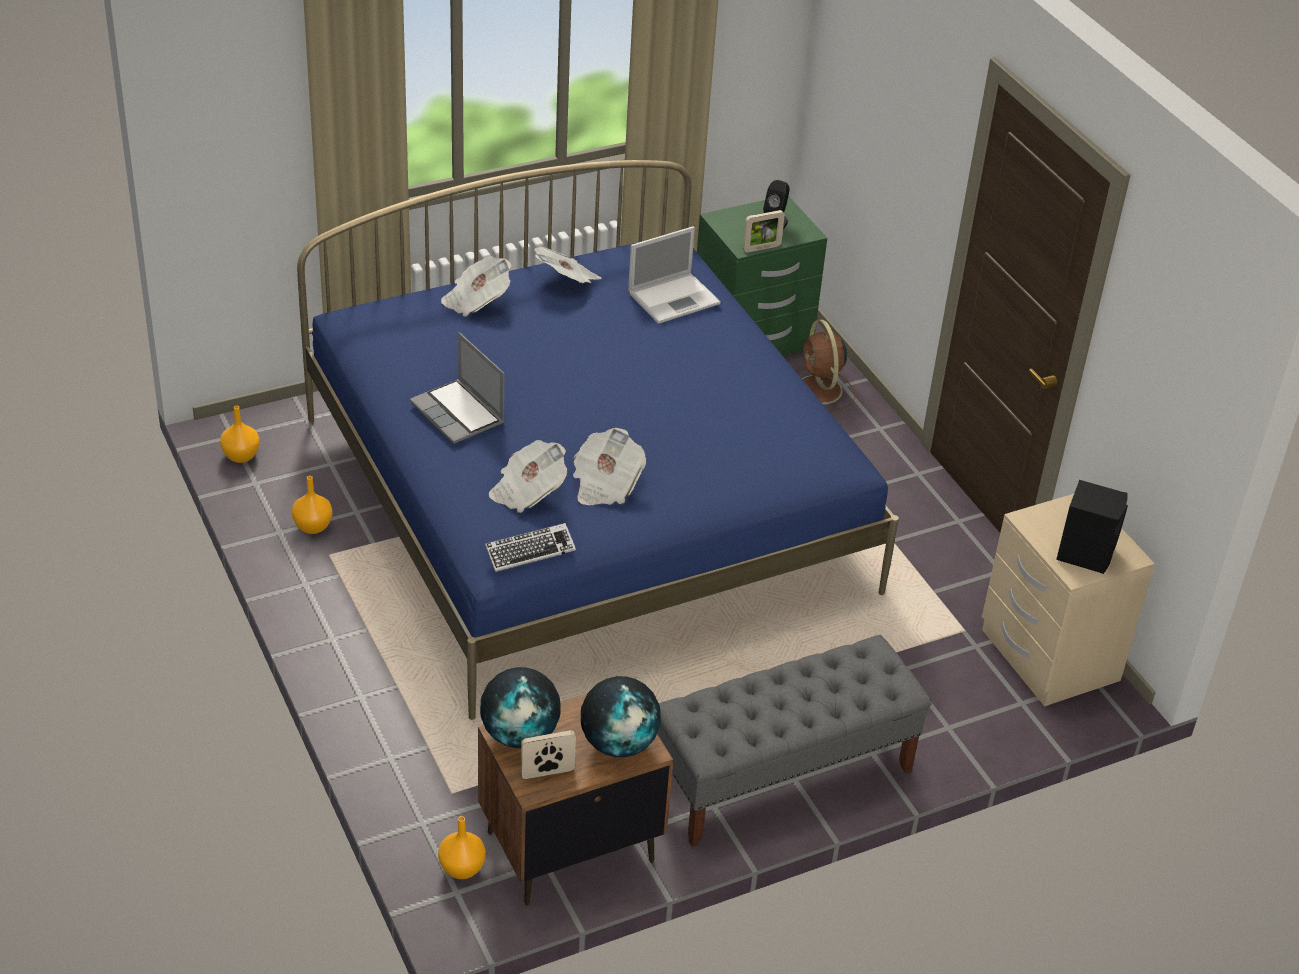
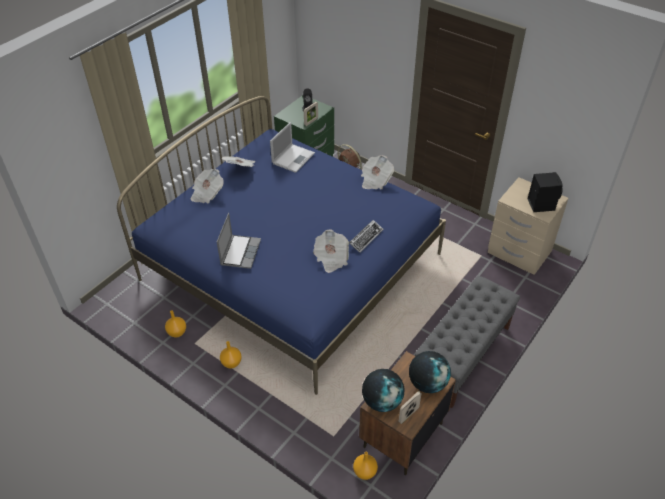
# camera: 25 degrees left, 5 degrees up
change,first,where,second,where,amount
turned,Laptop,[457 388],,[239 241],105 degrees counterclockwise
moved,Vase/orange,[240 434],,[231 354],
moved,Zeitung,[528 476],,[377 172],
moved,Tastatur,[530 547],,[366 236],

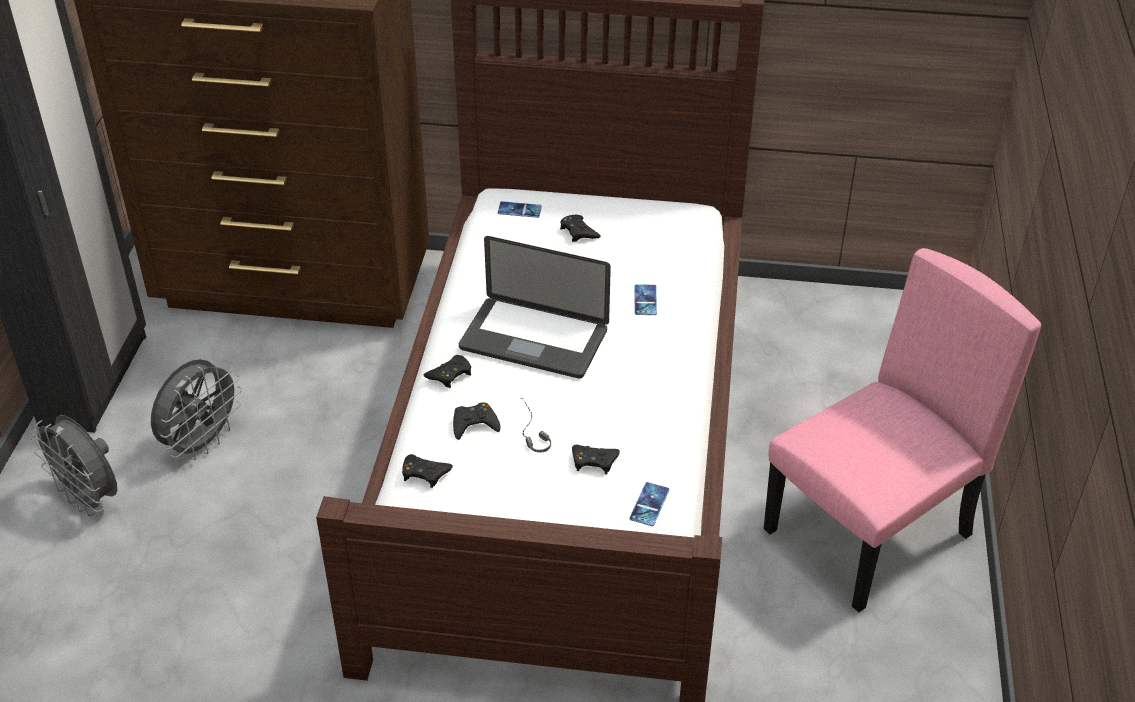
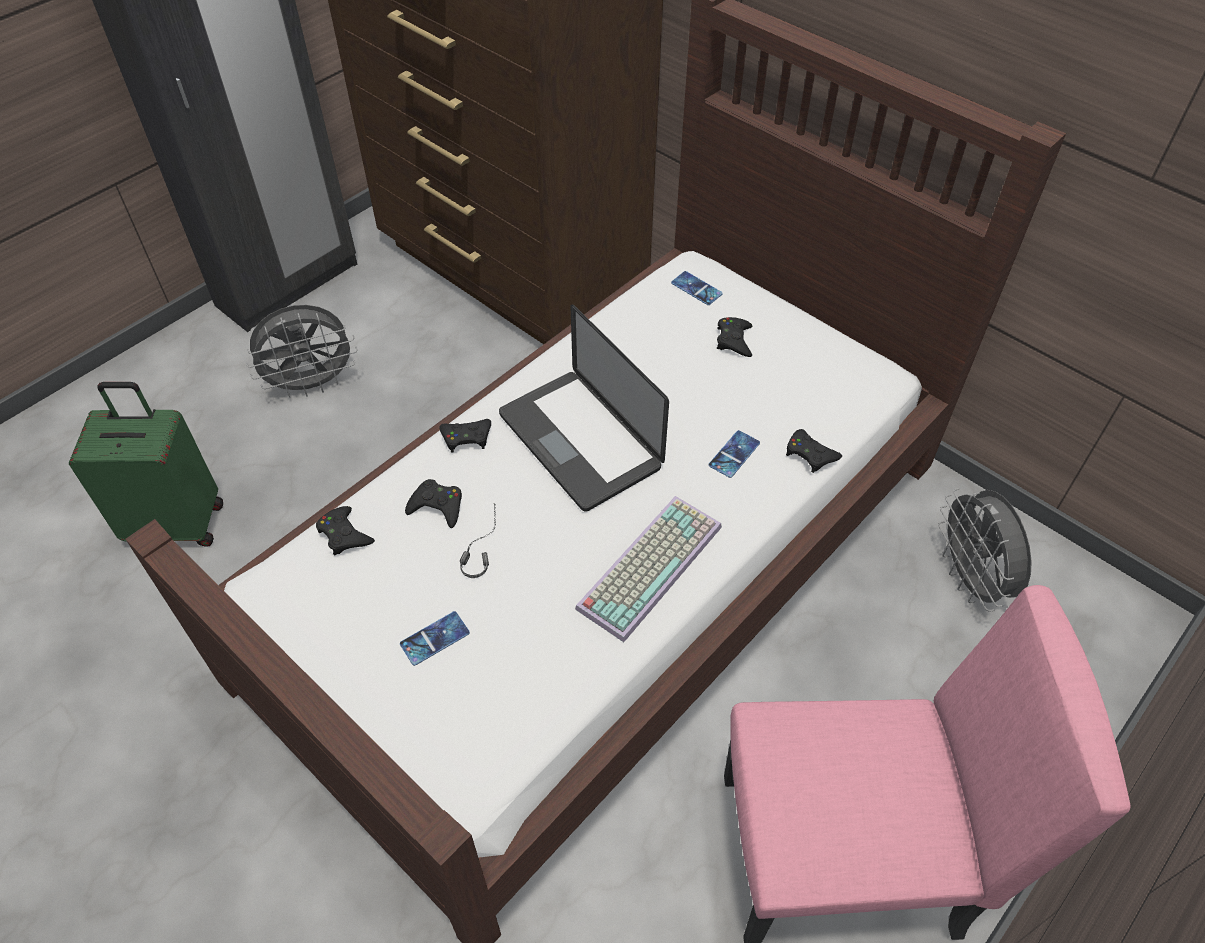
# camera: 35 degrees right, 10 degrees up
change,first,where,second,where,amount
moved,Ventilator/grau,[73 465],,[985 549],
moved,Gamepad/schwarz,[596 459],,[814 451],
moved,Handy,[649 504],,[435 638],
added,,,Koffer/grün,[146 464],
added,,,Tastatur,[648 569],

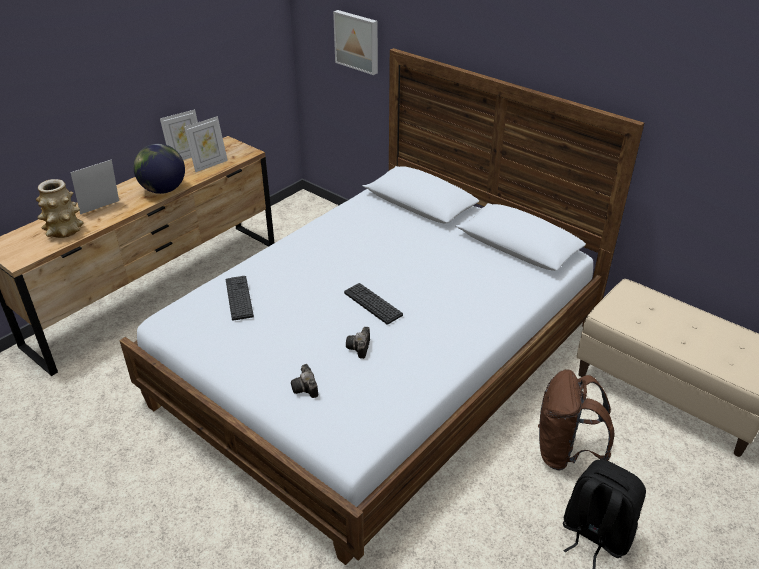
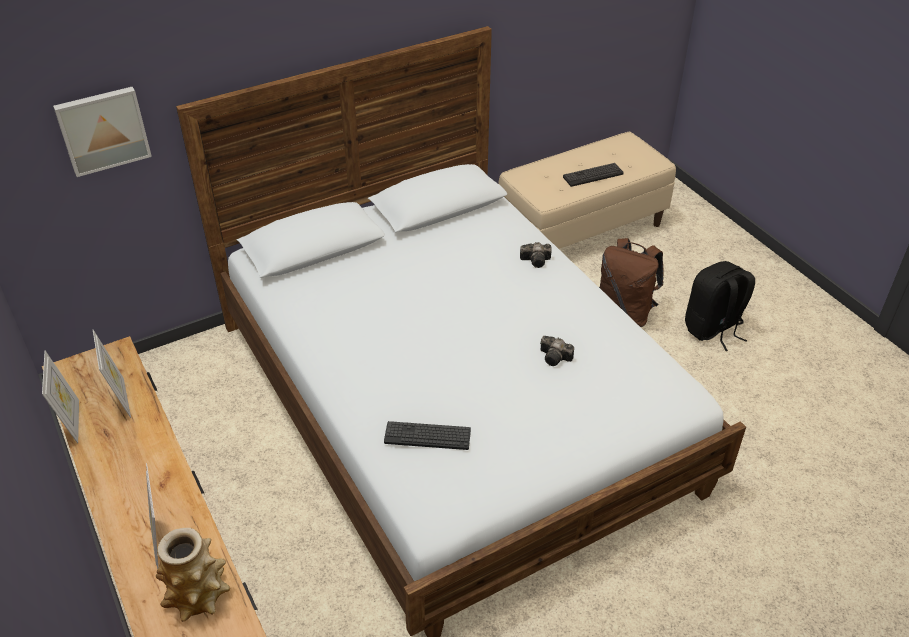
# camera: 70 degrees left, 5 degrees up
change,first,where,second,where,amount
removed,Globus,[159 169],,,
moved,Tastatur,[373 304],,[593 175],
moved,Kamera,[304 381],,[536 255],

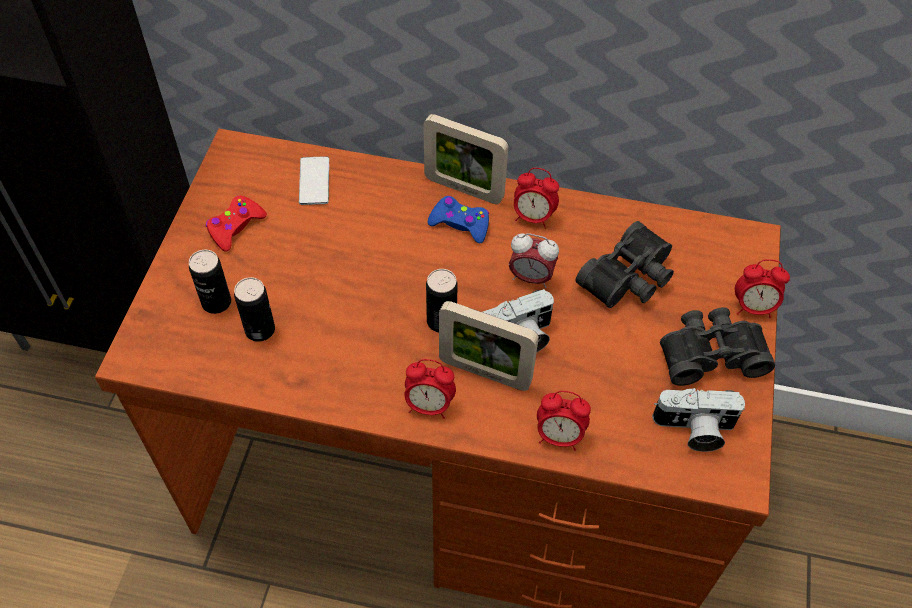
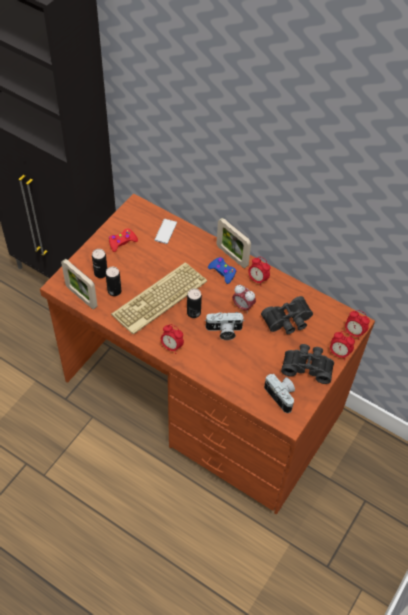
# camera: 20 degrees right, 0 degrees up
change,first,where,second,where,amount
moved,Bilderrahmen,[489 346],,[79 284],
turned,Kamera,[698 420],,[279 393],150 degrees counterclockwise
moved,Wecker,[564 421],,[357 325],
added,,,Tastatur,[159 298],

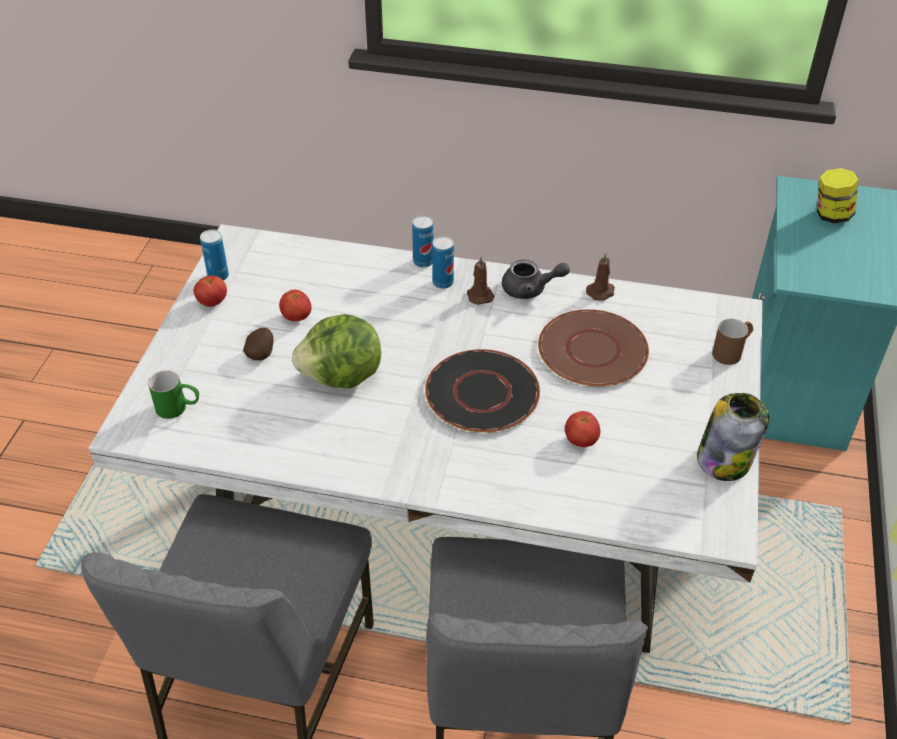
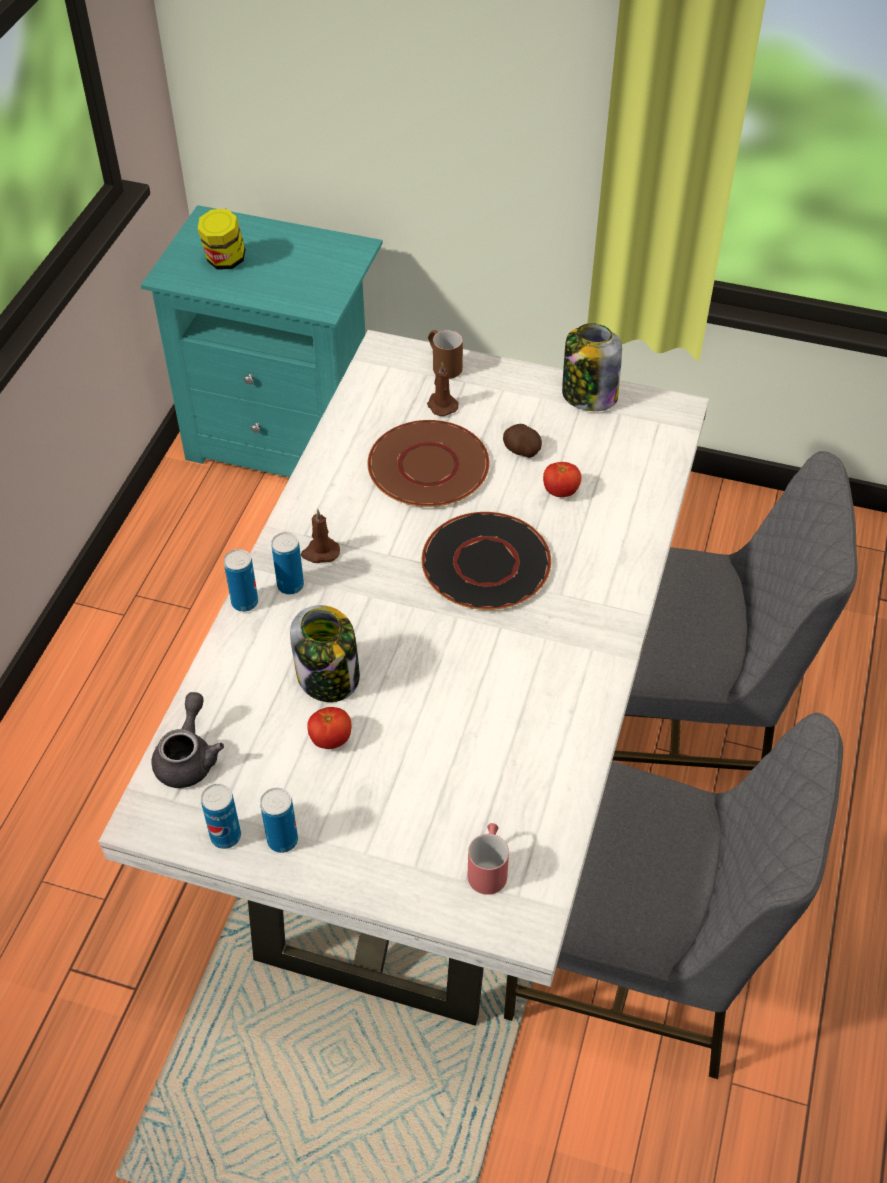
# camera: 85 degrees left, 5 degrees up
change,first,where,second,where,amount
moved,Kerze/braun,[600 277],,[443 389],
moved,Teekanne/grau,[536 279],,[188 740],
replaced,Tomate,[210 291],Dose,[279 820],
removed,Salatkopf,[336 351],,,
moved,Kartoffel,[258 344],,[522 441],
recoloured,Henkelbecher/grün,[173 394],Henkelbecher/rot,[488 859],
added,,,Vorratsglas,[325 653],

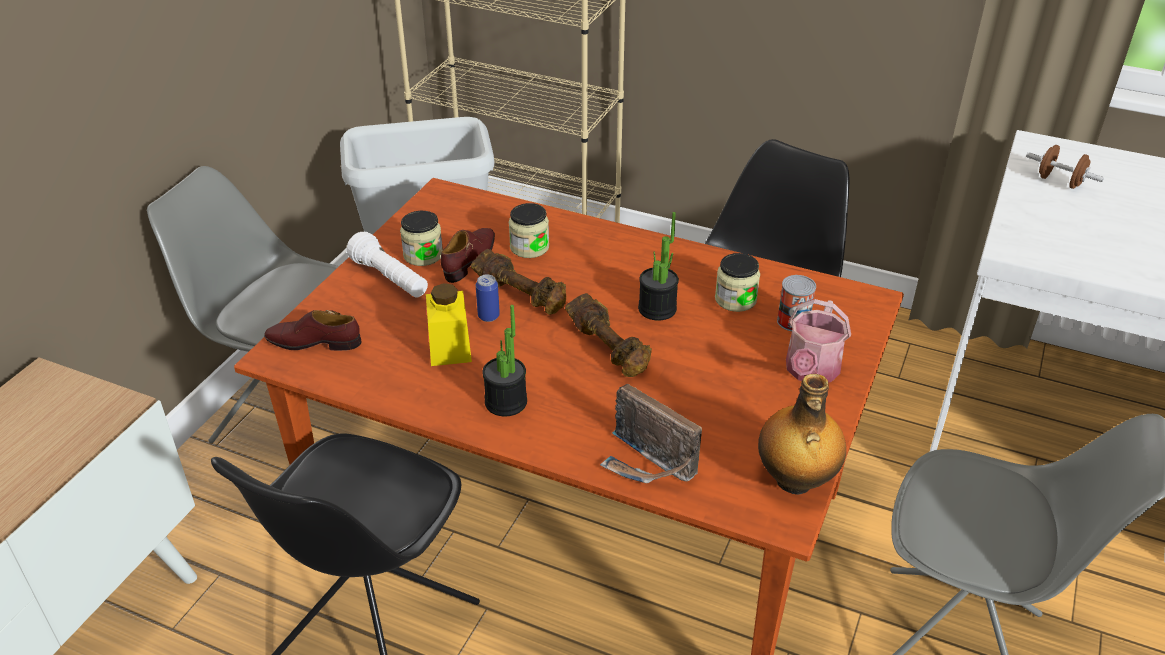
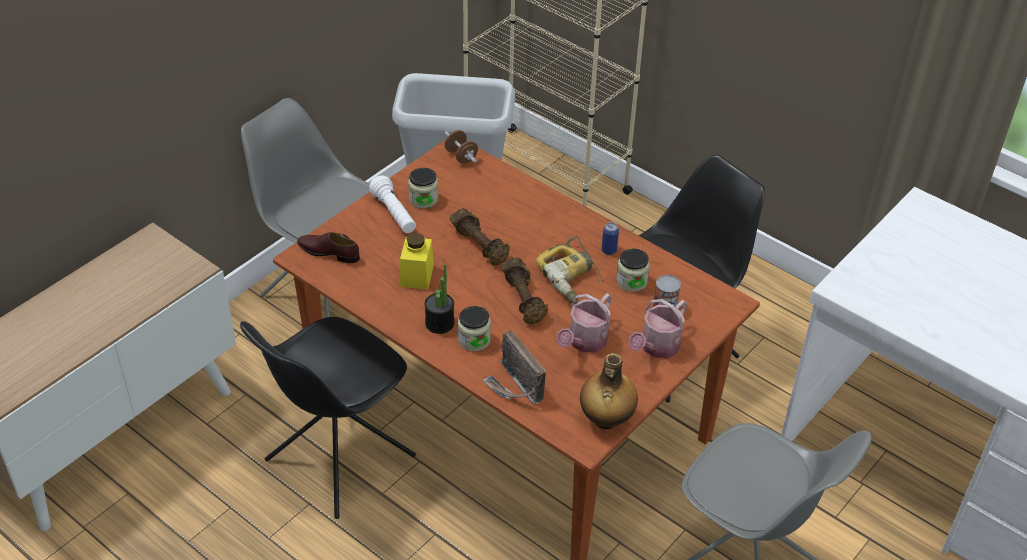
# camera: 15 degrees right, 5 degrees up
change,first,where,second,where,amount
moved,Hantel/braun,[1065 167],,[461 147],
moved,Vorratsglas,[529 230],,[474 329],
replaced,Topfpflanze,[658 266],Bohrmaschine,[568 270],
removed,Schuh/braun,[467 255],,,
moved,Dose,[488 298],,[610 238],
added,,,Gießkanne,[584 323],

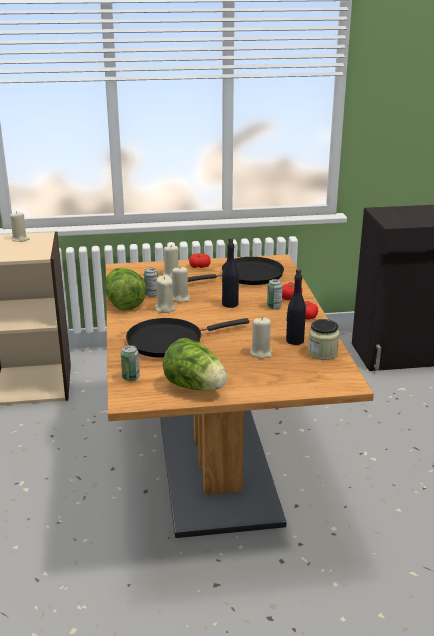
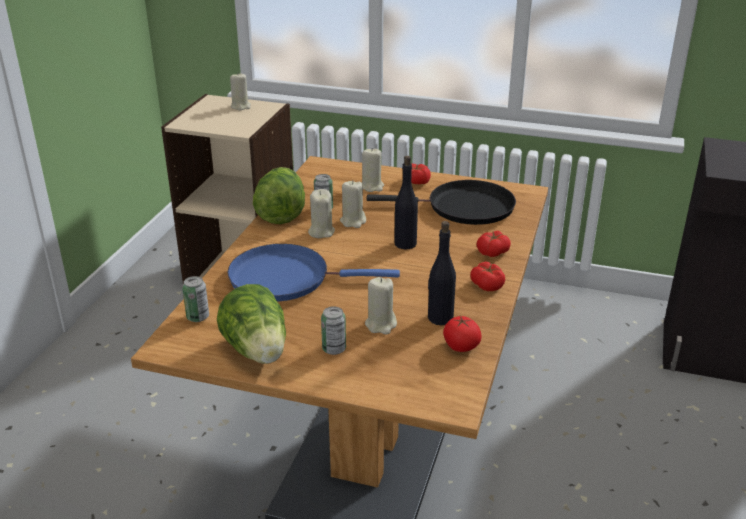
# camera: 25 degrees right, 5 degrees up
change,first,where,second,where,amount
moved,Dose,[275 294],,[333 330],
recoloured,Pfanne/schwarz,[187 338],Pfanne/blau,[313 272],
replaced,Vorratsglas,[324 339],Tomate,[462 333],

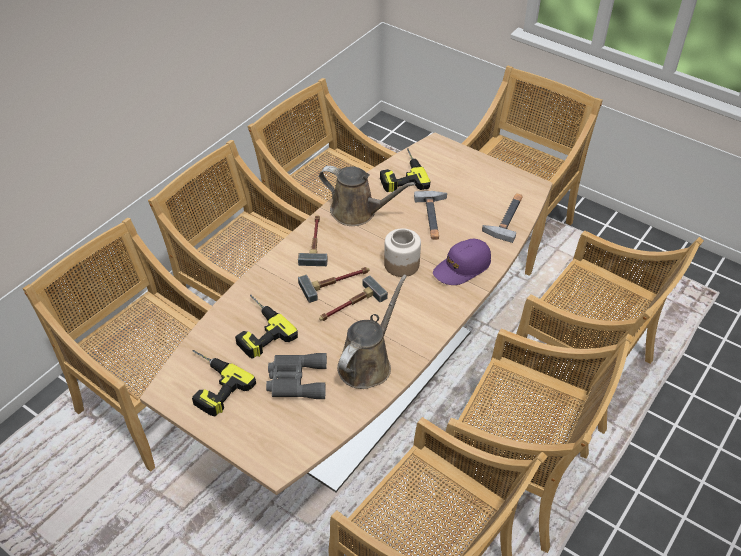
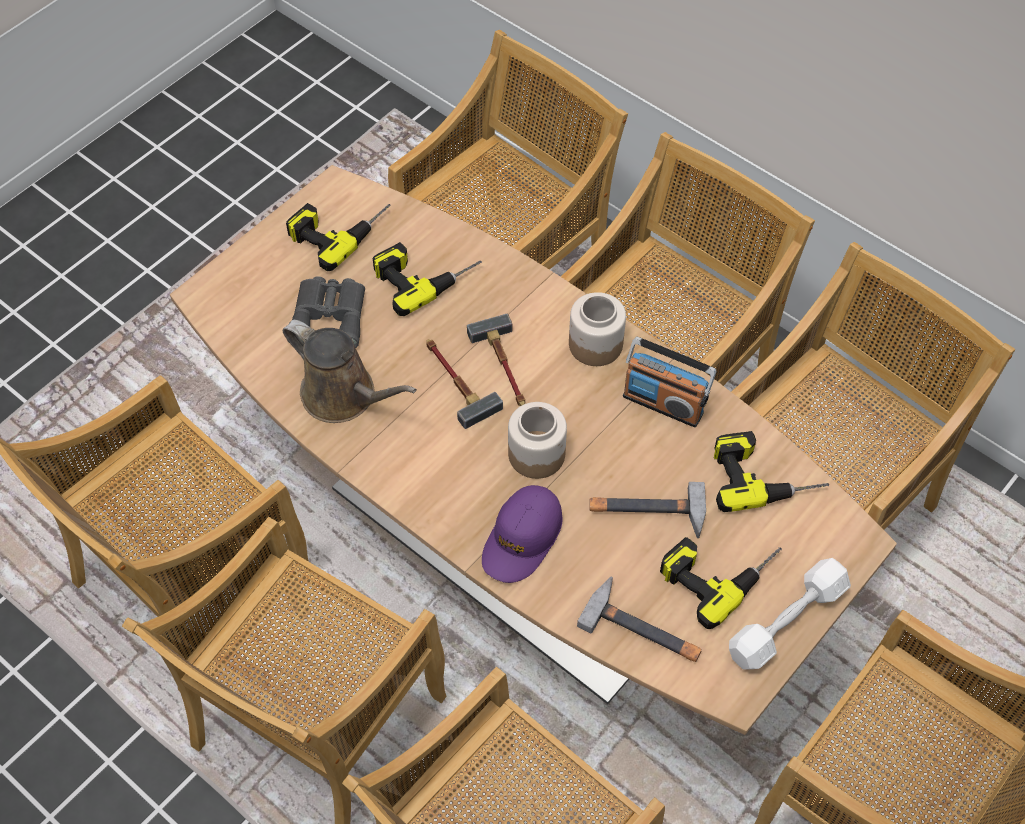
# camera: 95 degrees right, 10 degrees up
change,first,where,second,where,amount
replaced,Gießkanne/braun,[367 196],Radio,[669 382],
replaced,Hammer,[313 240],Vorratsglas,[597 329],
turned,Kappe/lila,[462 262],,[522 534],120 degrees counterclockwise
added,,,Bohrmaschine,[721 583],
added,,,Hantel/weiß,[790 614],

